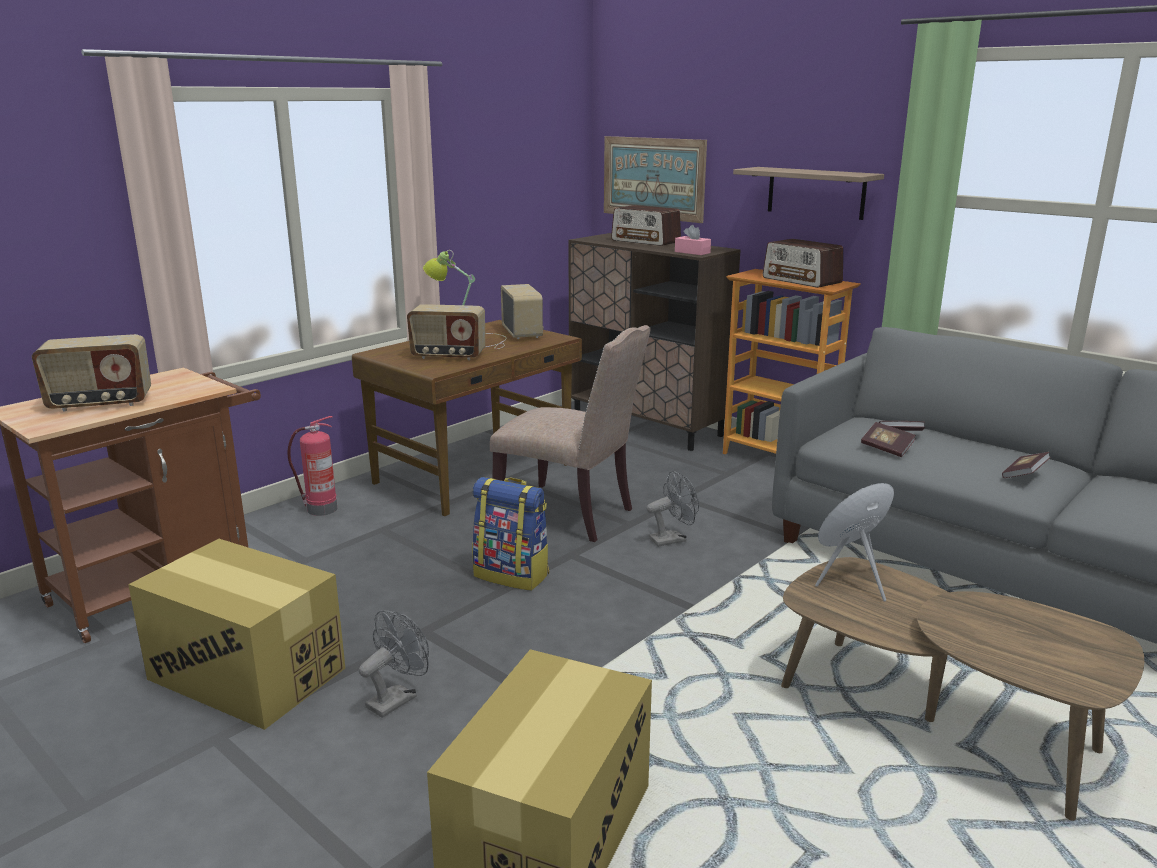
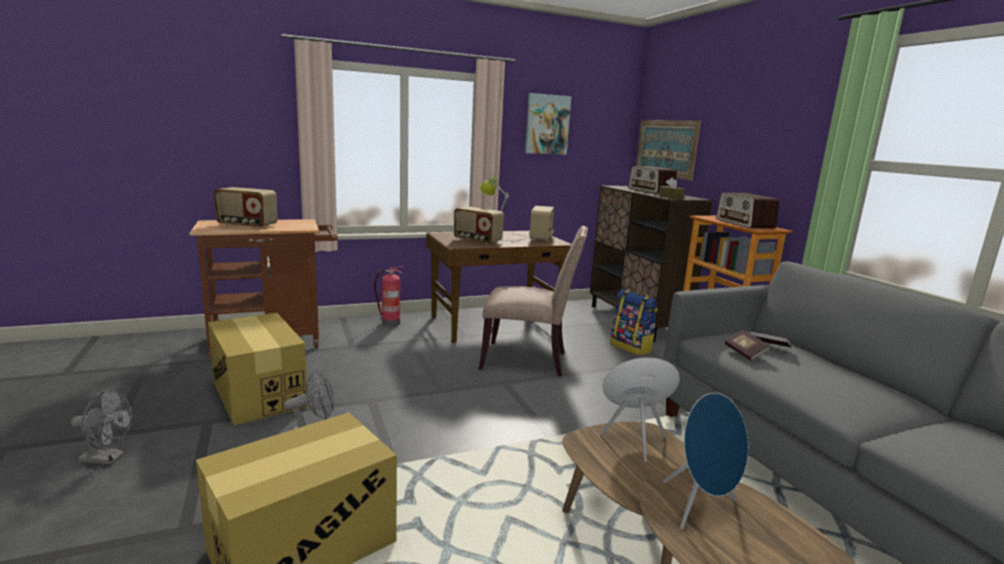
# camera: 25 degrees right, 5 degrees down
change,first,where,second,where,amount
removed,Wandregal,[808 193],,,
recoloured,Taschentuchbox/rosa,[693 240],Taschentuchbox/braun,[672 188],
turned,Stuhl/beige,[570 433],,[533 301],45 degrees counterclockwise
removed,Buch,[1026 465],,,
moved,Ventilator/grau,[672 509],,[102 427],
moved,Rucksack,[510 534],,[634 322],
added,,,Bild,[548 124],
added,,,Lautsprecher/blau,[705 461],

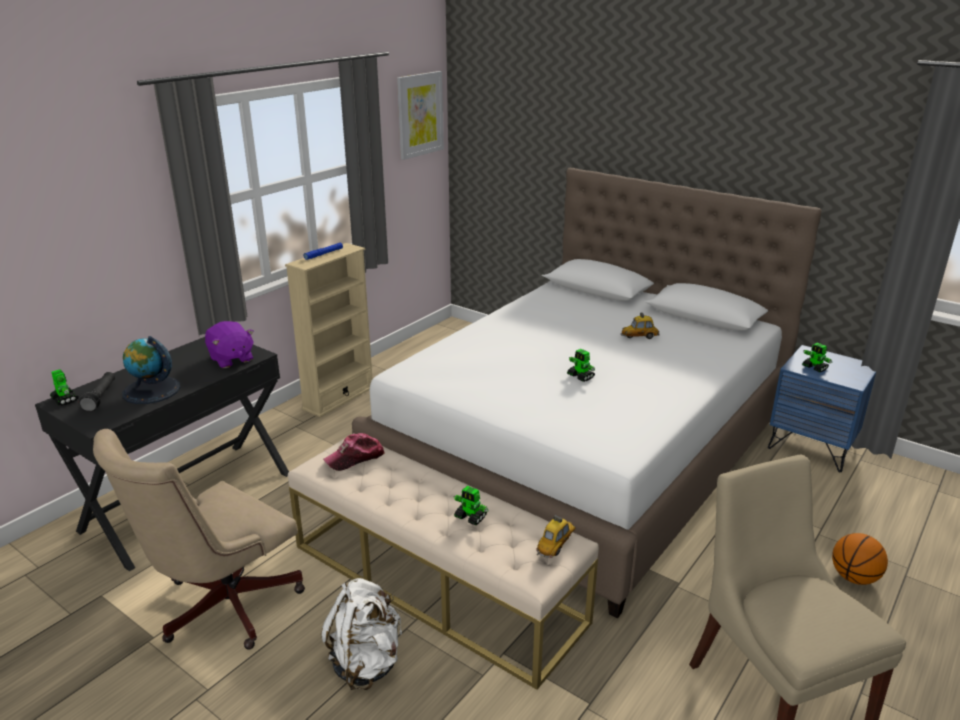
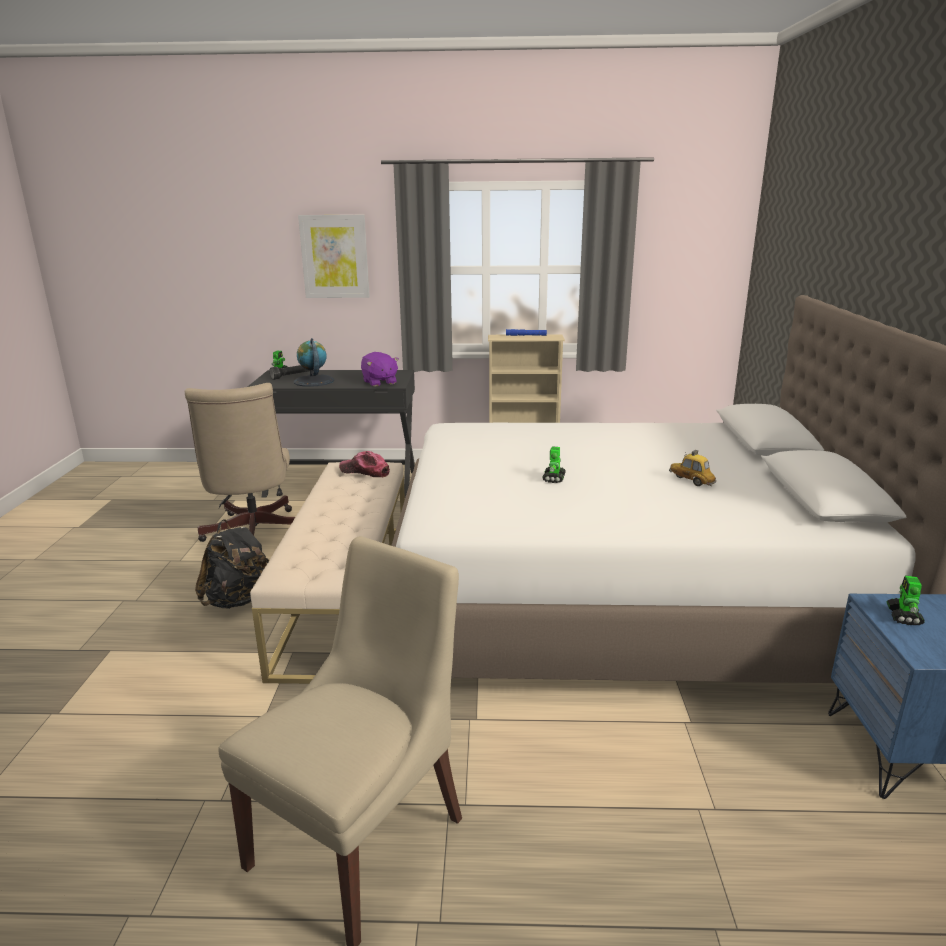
# camera: 55 degrees right, 5 degrees down
change,first,where,second,where,amount
moved,Bild,[420 115],,[334 256],
turned,Plüschtier/lila,[229 344],,[380 369],45 degrees counterclockwise
turned,Bürostuhl/beige,[199 539],,[240 462],105 degrees counterclockwise
removed,Spielzeugroboter,[471 505],,,
removed,Spielzeugauto,[556 536],,,
removed,Basketball,[860 559],,,
recoloured,Rucksack/weiß,[361 634],Rucksack/schwarz,[232 564],

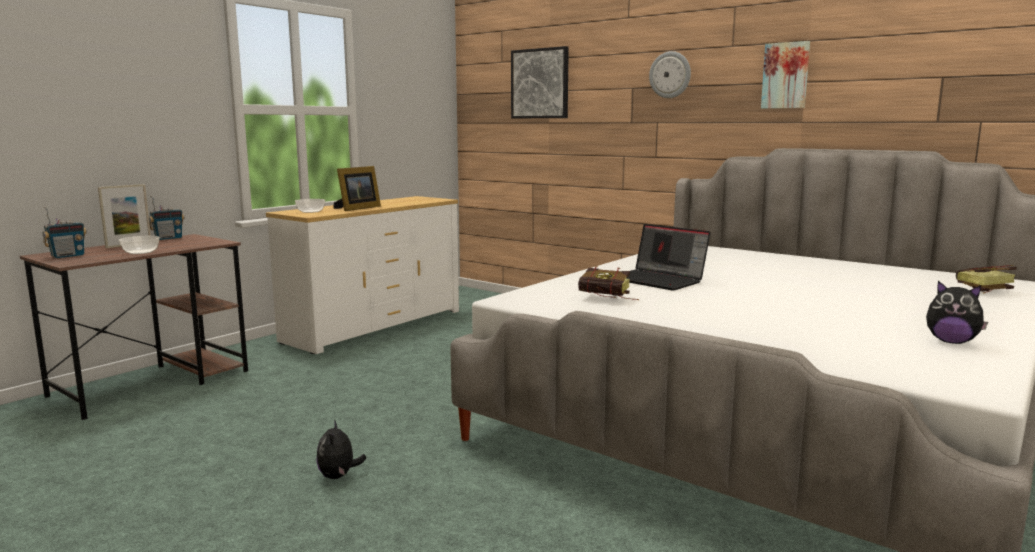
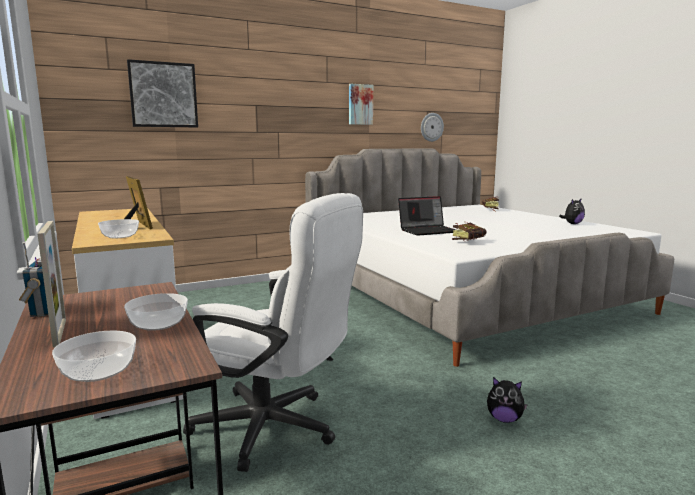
# camera: 65 degrees left, 0 degrees up
change,first,where,second,where,amount
moved,Wanduhr,[670 74],,[432 127],
replaced,Radio,[64 232],Schüssel,[94 356],
added,,,Bürostuhl/weiß,[273 332],

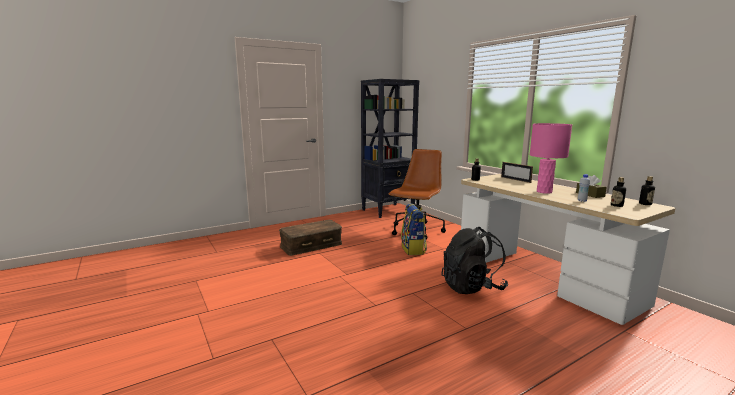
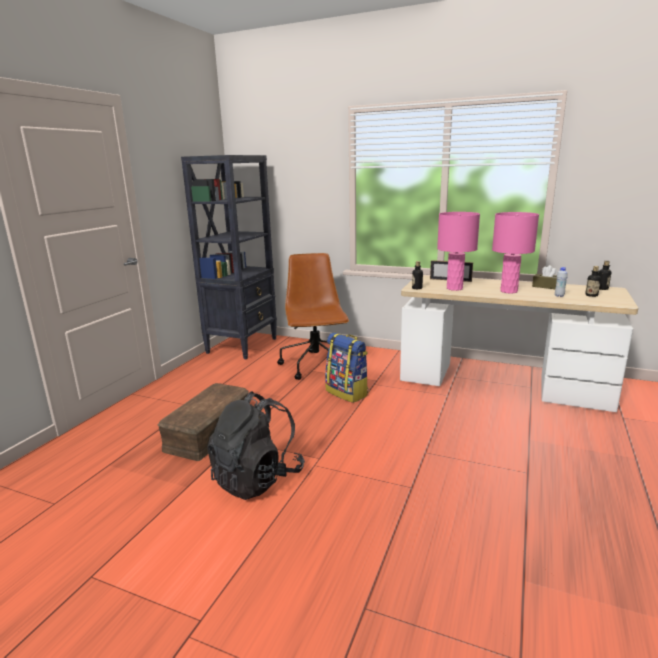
# camera: 35 degrees left, 5 degrees up
change,first,where,second,where,amount
moved,Rucksack/schwarz,[474 260],,[256 445],
added,,,Tischlampe/rosa,[458 251],

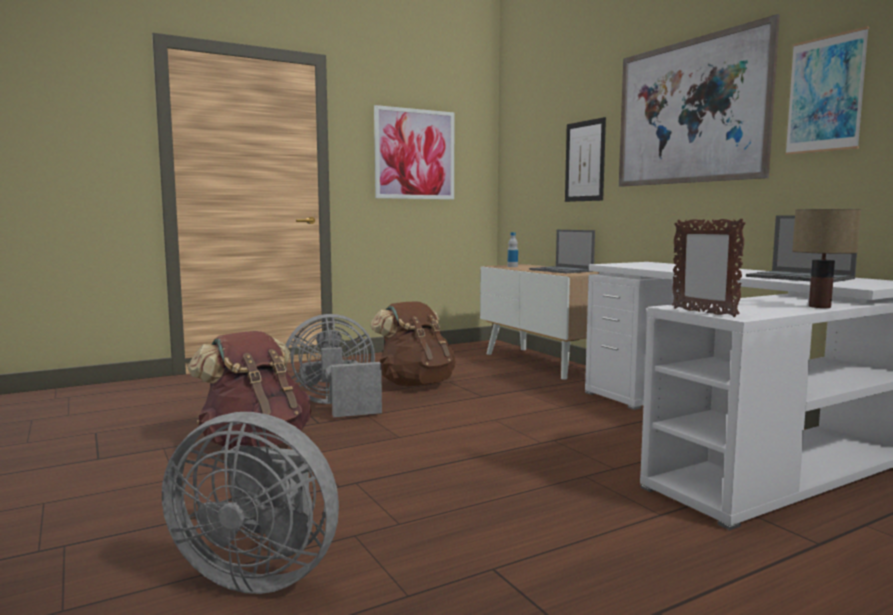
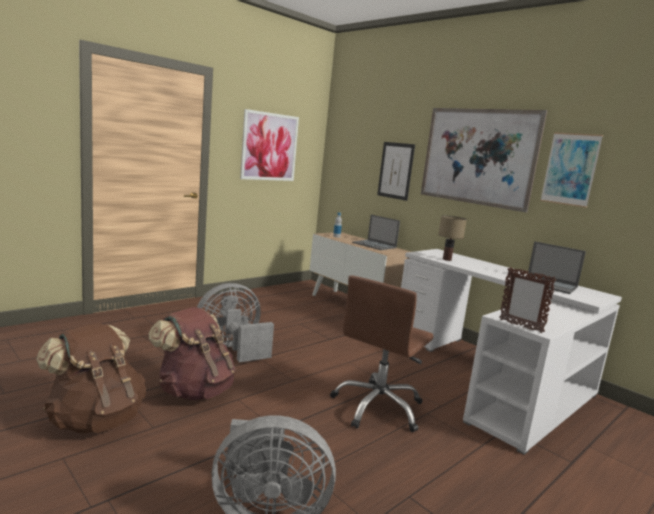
# camera: 15 degrees left, 5 degrees up
change,first,where,second,where,amount
moved,Tischlampe,[826 258],,[452 238],
moved,Rucksack/braun,[413 343],,[91 378],
added,,,Bürostuhl/braun,[382 353],

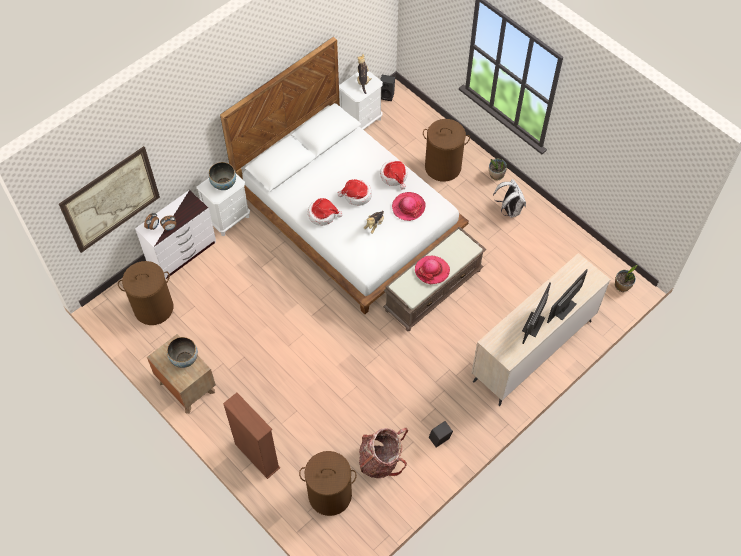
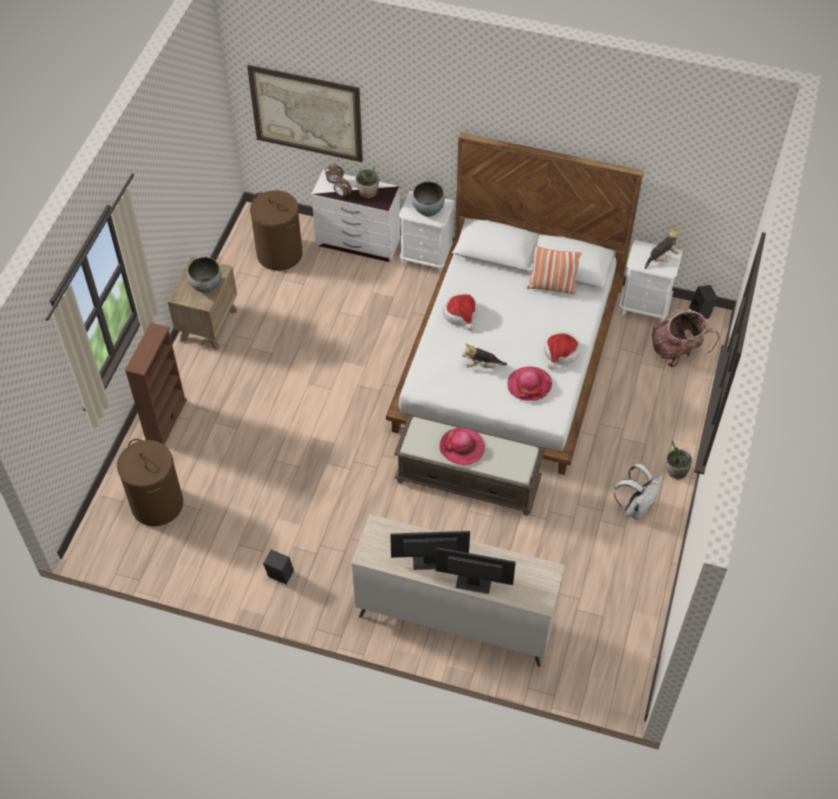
# camera: 60 degrees right, 5 degrees down
change,first,where,second,where,amount
removed,Wäschekorb/braun,[446 150],,,
removed,Hut,[354 192],,,
moved,Topfpflanze,[626 278],,[367 181],
moved,Rucksack,[383 453],,[686 338],
added,,,Kissen,[554 270],

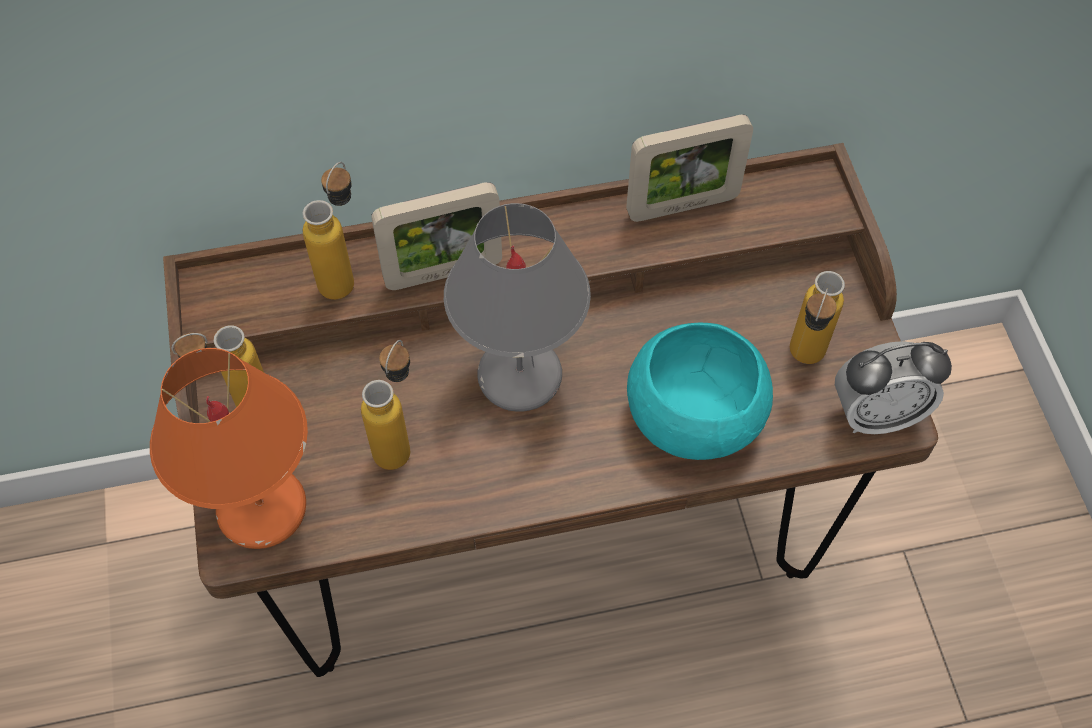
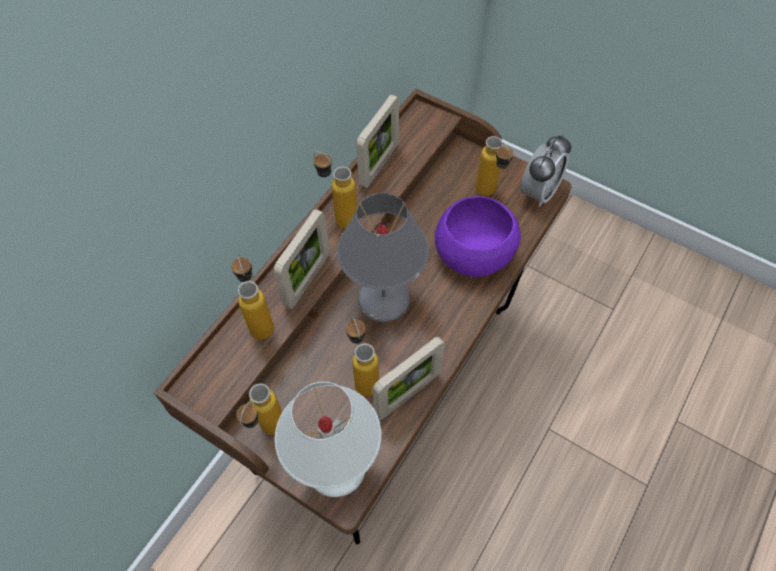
# camera: 45 degrees left, 0 degrees up
change,first,where,second,where,amount
recoloured,Schüssel/türkis,[700 391],Schüssel/lila,[478 236],
recoloured,Tischlampe/orange,[229 448],Tischlampe/weiß,[328 439],
added,,,Flasche,[335 190],
added,,,Bilderrahmen,[409 378],

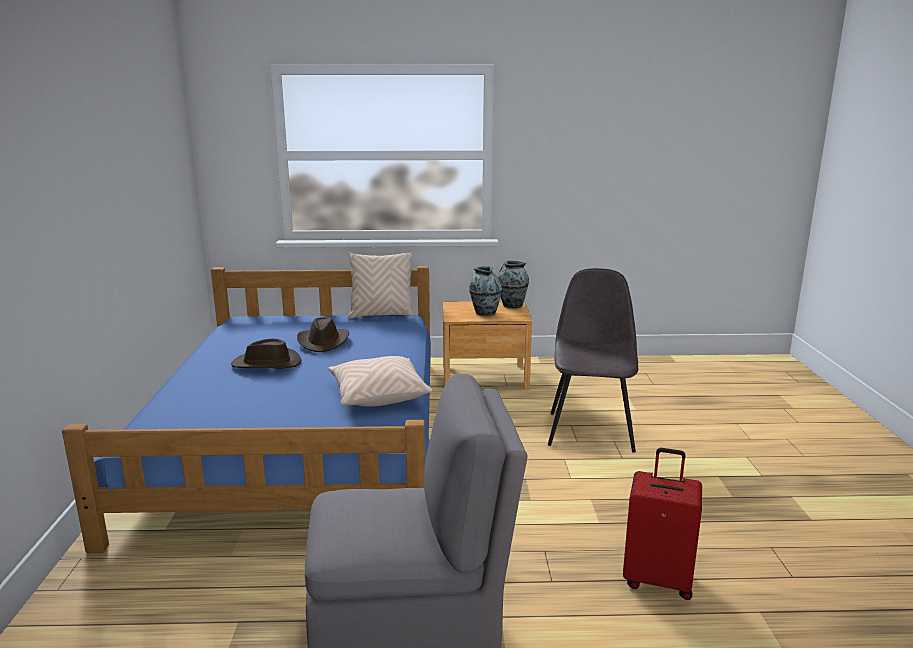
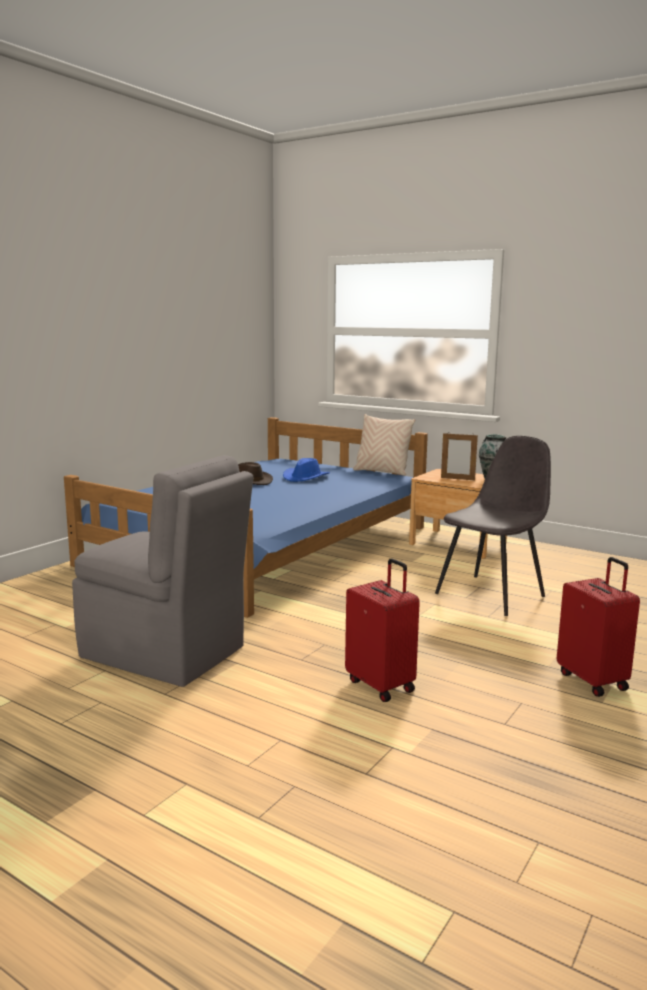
# camera: 35 degrees right, 5 degrees down
change,first,where,second,where,amount
replaced,Vase,[485 291],Bilderrahmen,[459 456],
recoloured,Hut/braun,[323 334],Hut/blau,[306 470],
removed,Kissen/beige,[380 381],,,
added,,,Koffer/rot,[598 627],

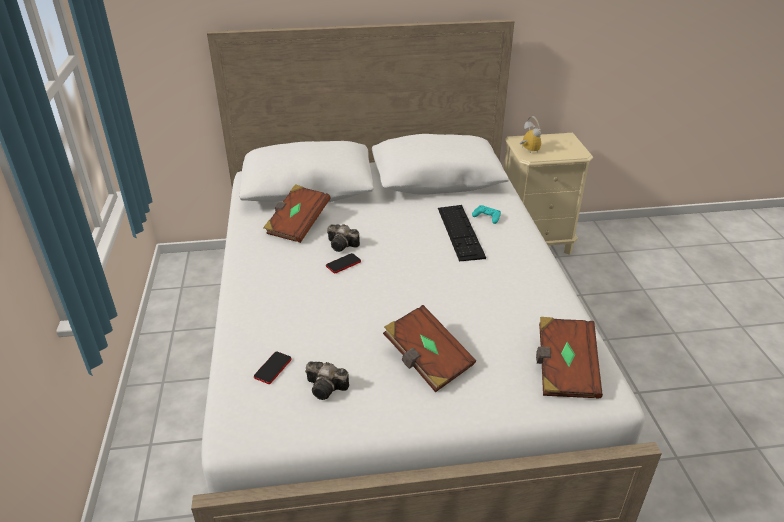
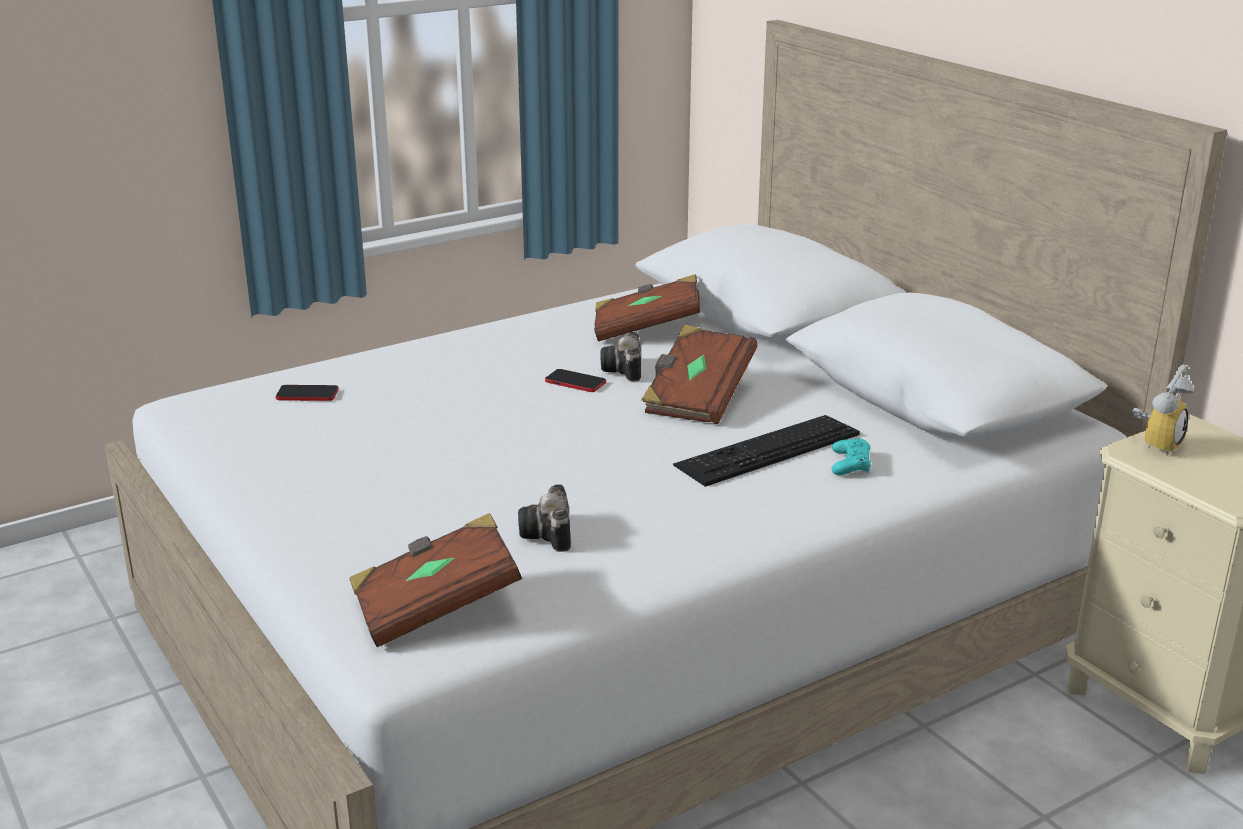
# camera: 65 degrees right, 10 degrees down
change,first,where,second,where,amount
moved,Buch/braun,[429 348],,[699 374],
moved,Kamera,[327 380],,[544 518],

